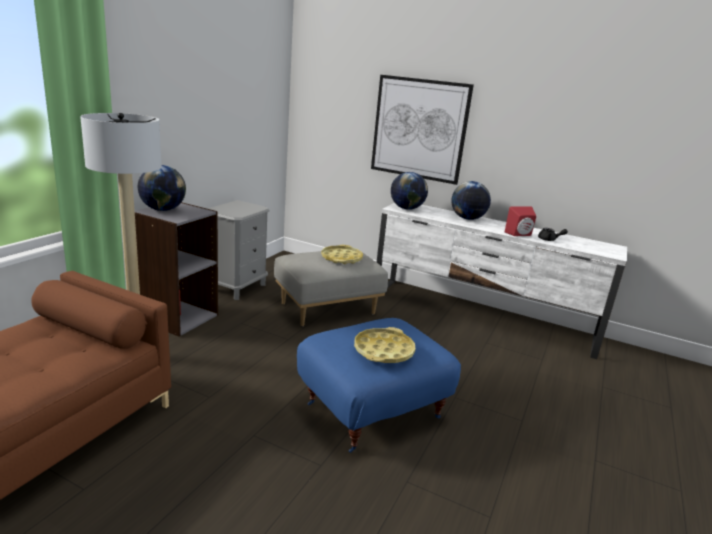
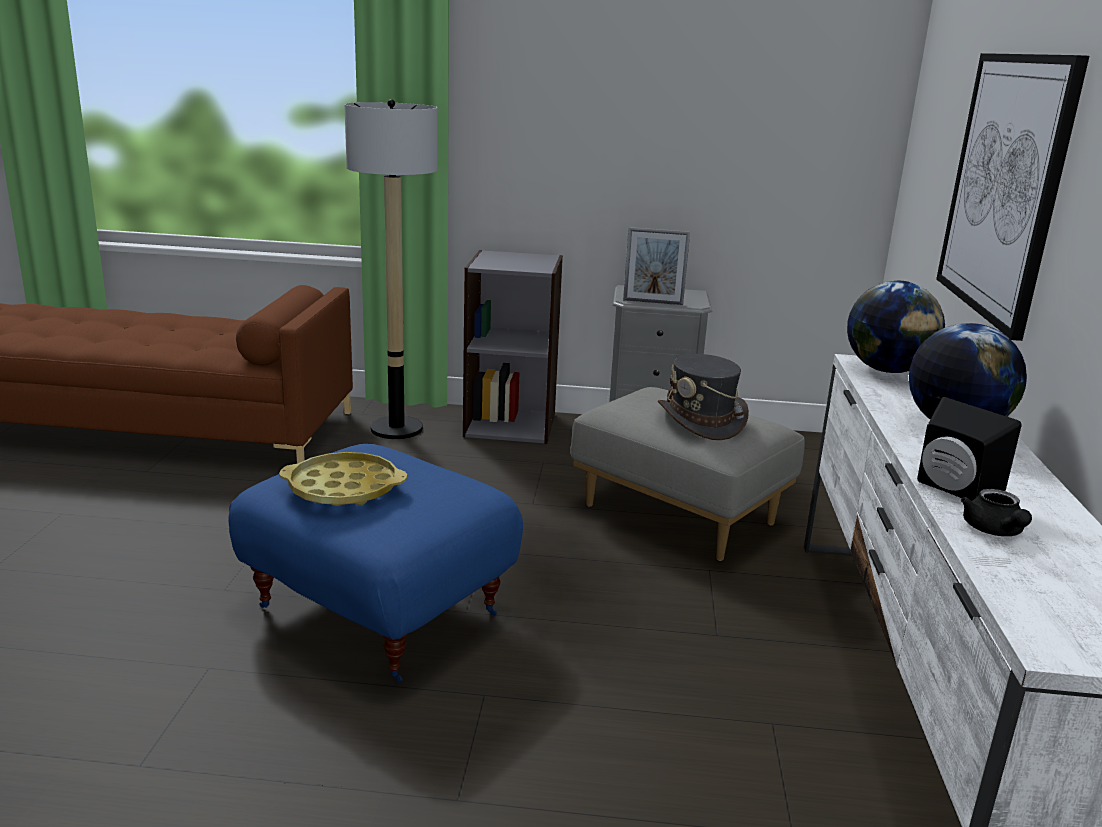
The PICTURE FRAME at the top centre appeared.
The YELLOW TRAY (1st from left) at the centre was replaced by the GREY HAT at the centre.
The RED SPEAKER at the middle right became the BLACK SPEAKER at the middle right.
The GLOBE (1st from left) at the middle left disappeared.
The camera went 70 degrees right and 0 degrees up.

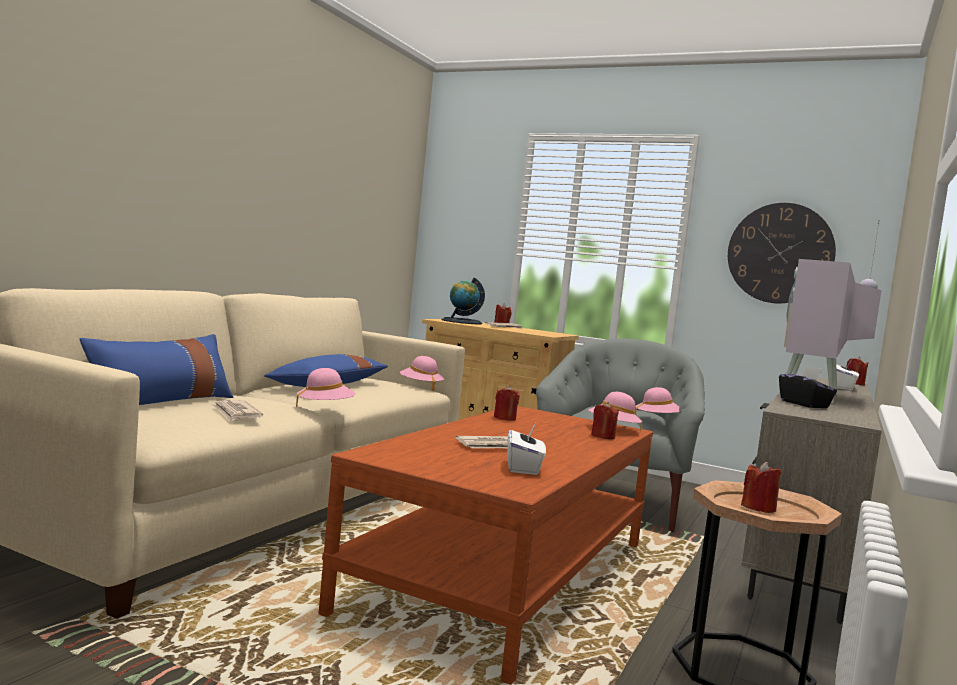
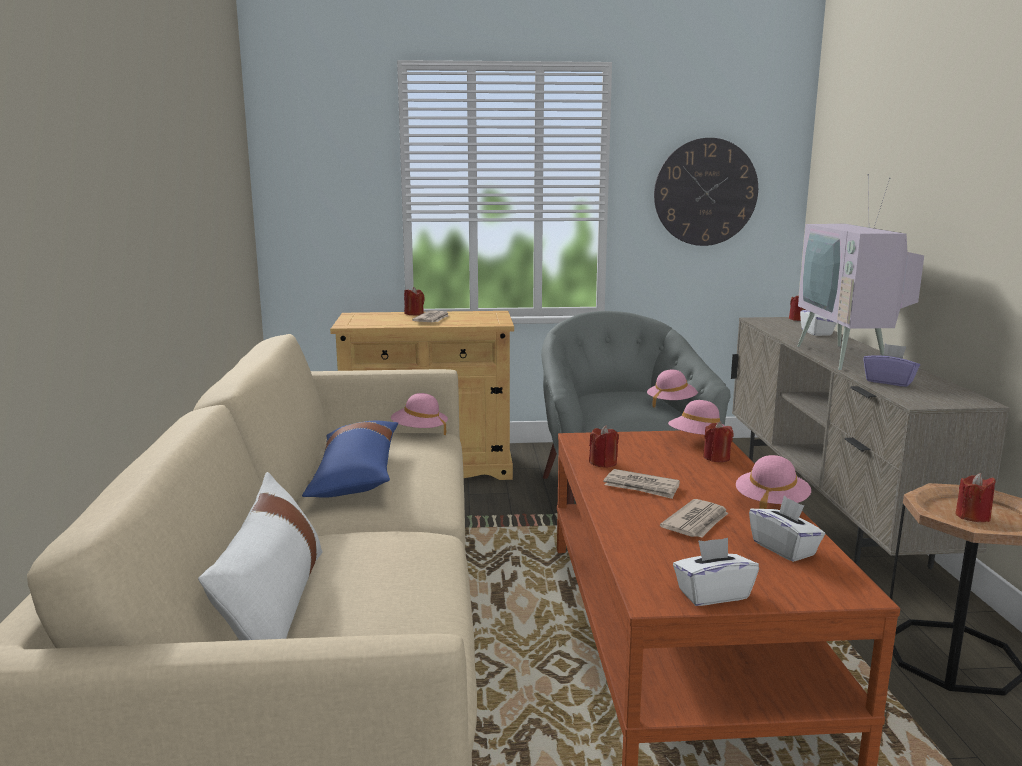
The BLUE PILLOW (1st from left) at the middle left became the WHITE PILLOW at the bottom left.
The NEWSPAPER (1st from left in the first image) moved from the middle left to the centre.
The WHITE TISSUE BOX (1st from left) at the bottom right appeared.
The PINK HAT (1st from left in the first image) moved from the centre to the middle right.
The BLACK TISSUE BOX at the middle right became the PURPLE TISSUE BOX at the middle right.
The GLOBE at the centre disappeared.
The camera went 30 degrees left and 10 degrees up.

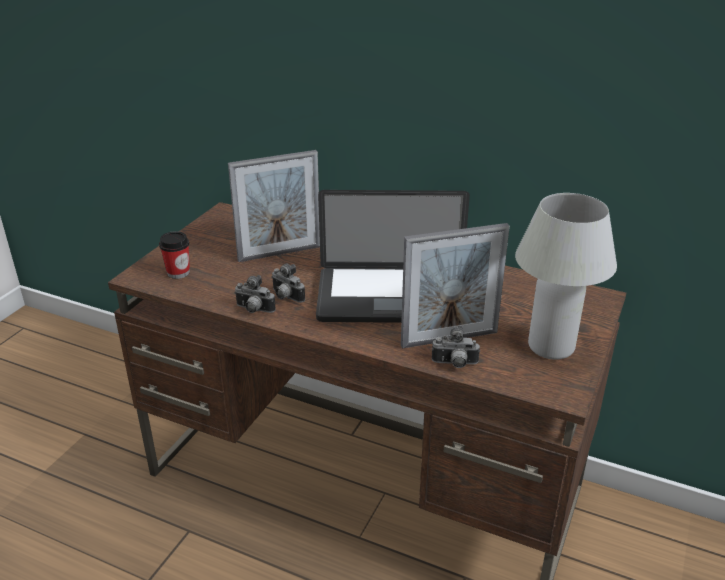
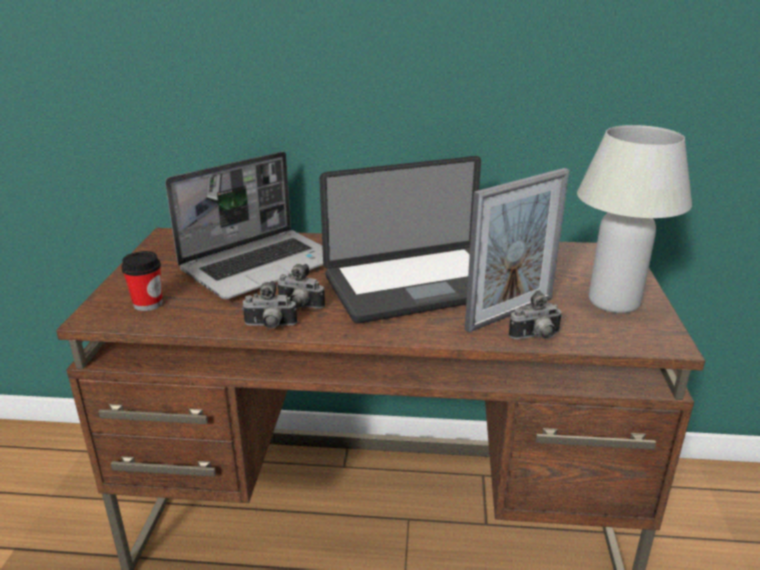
The PICTURE FRAME (1st from left) at the centre was replaced by the LAPTOP (1st from left) at the middle left.
The camera went 20 degrees left and 5 degrees down.

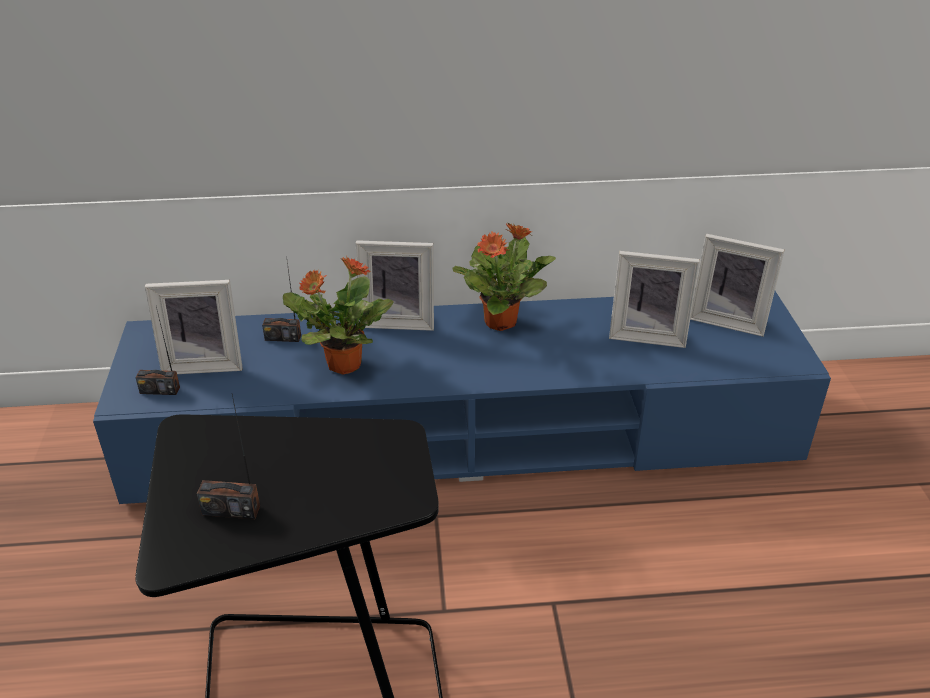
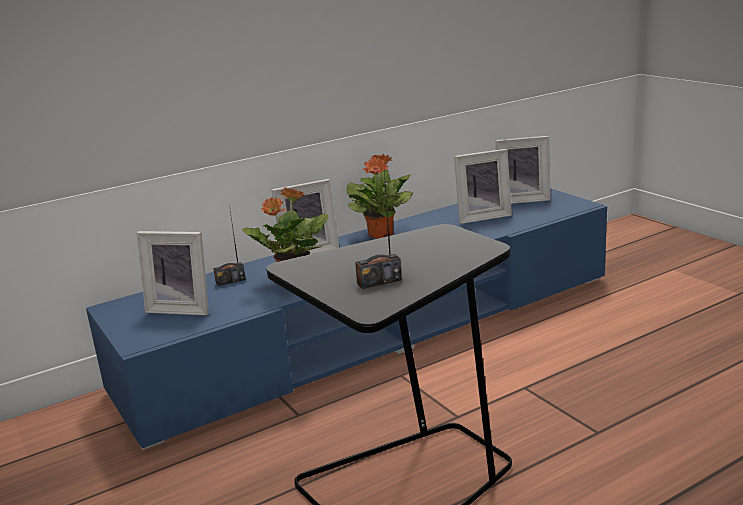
The PICTURE FRAME (1st from left) at the middle left turned 45 degrees clockwise.
The RADIO (1st from left) at the middle left disappeared.
The camera went 25 degrees left and 15 degrees down.

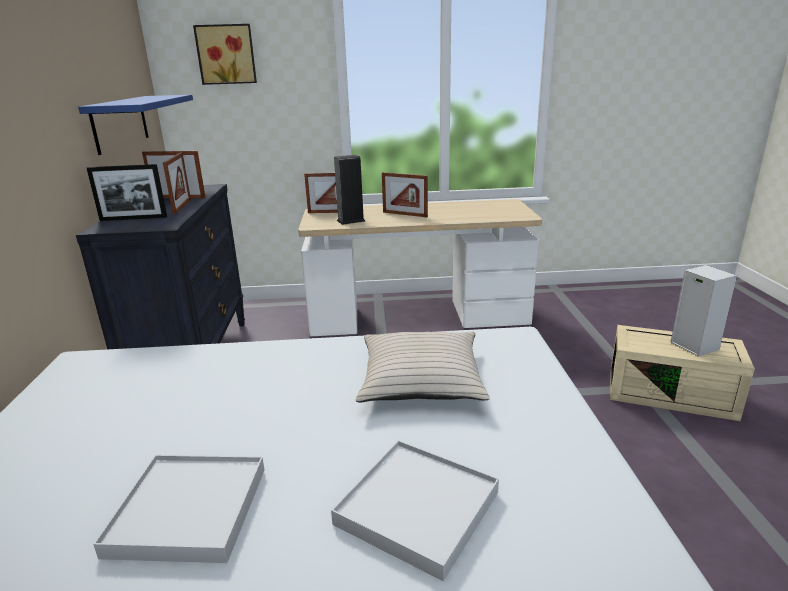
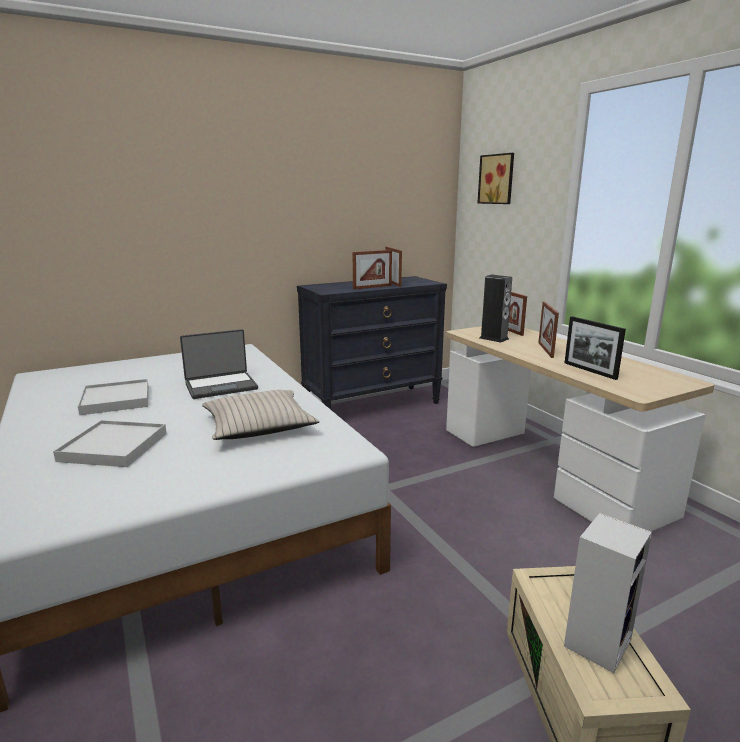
The LAPTOP at the middle left appeared.
The PICTURE FRAME (1st from left in the first image) moved from the top left to the middle right.
The BLUE SHELF at the top left disappeared.
The camera went 65 degrees right and 5 degrees down.

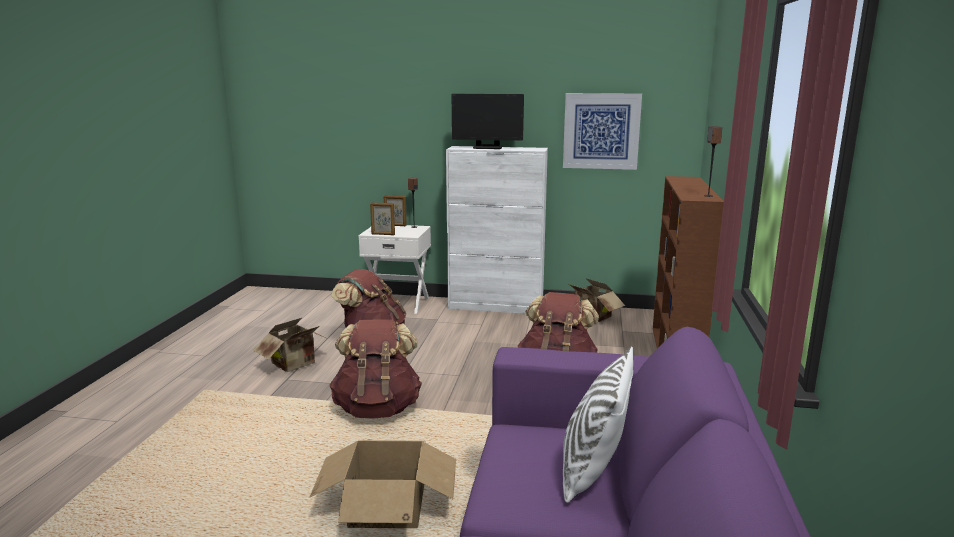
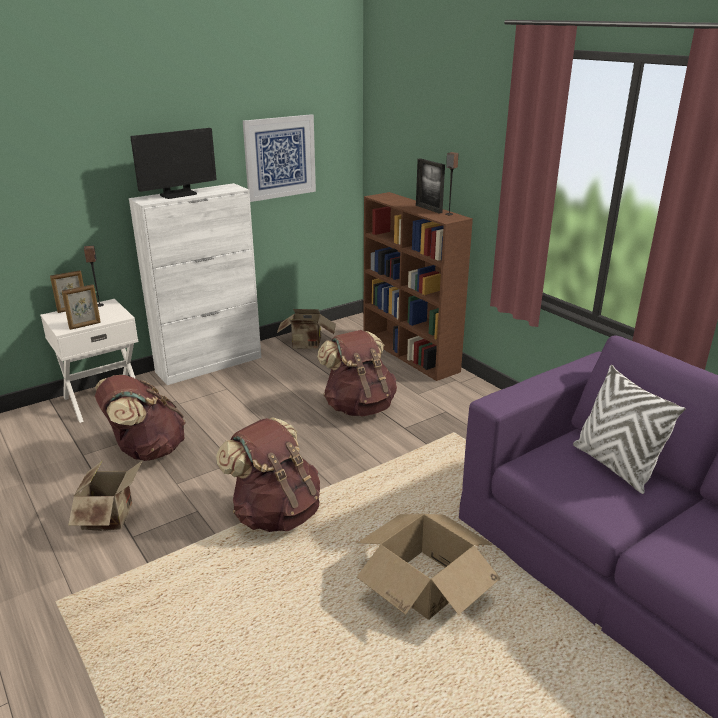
The PICTURE FRAME (3rd from left) at the top centre appeared.
The camera went 45 degrees left and 10 degrees up.

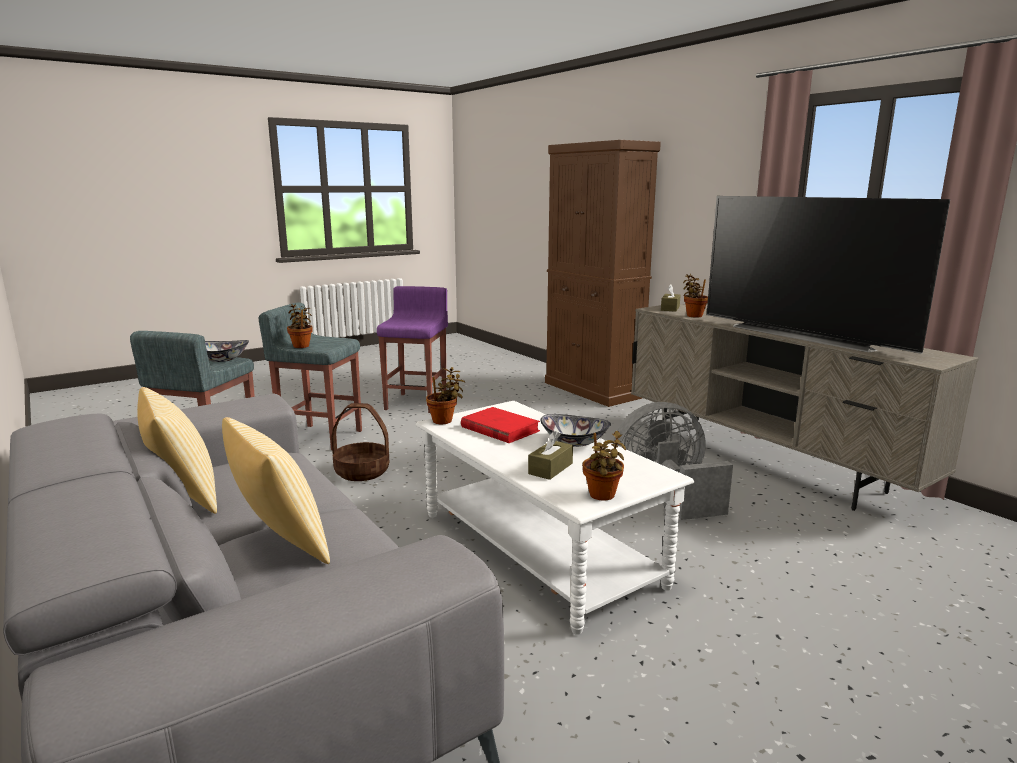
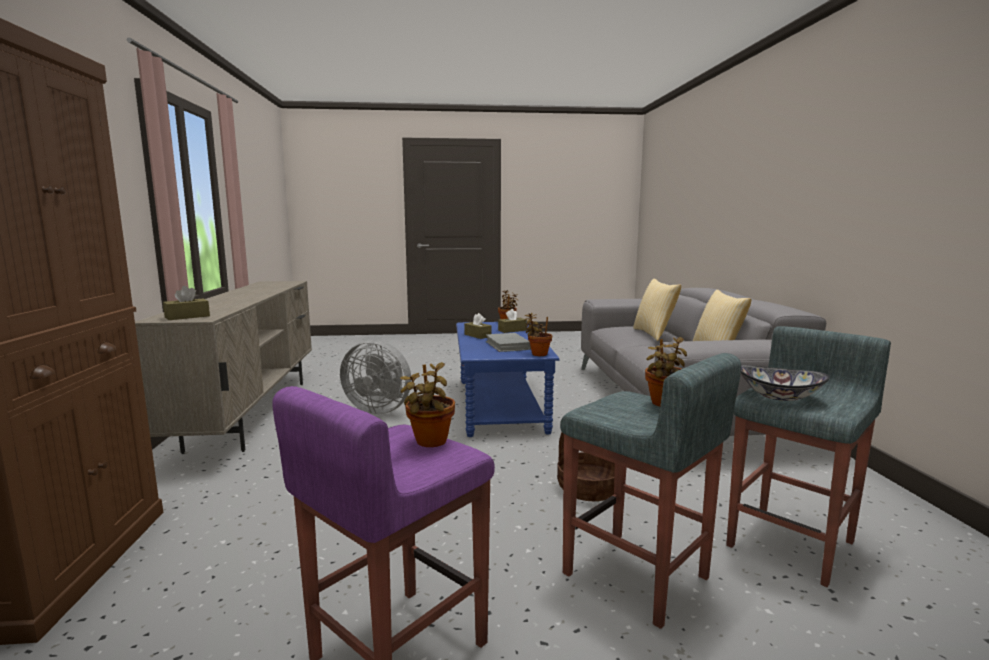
The POTTED PLANT (4th from left in the first image) moved from the middle right to the centre.
The WHITE COFFEE TABLE at the bottom centre became the BLUE COFFEE TABLE at the centre.
The BOWL (2nd from left) at the centre was replaced by the BROWN TISSUE BOX (2nd from left) at the centre.
The RED BOOK at the centre became the GREY BOOK at the centre.
The TELEVISION at the middle right disappeared.
The camera went 150 degrees left and 5 degrees down.

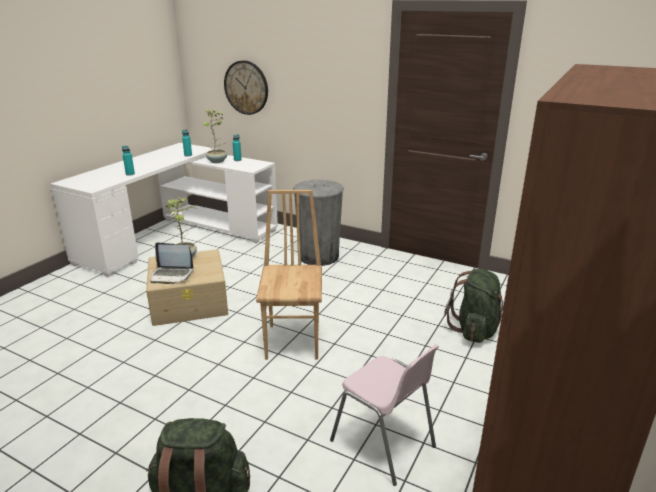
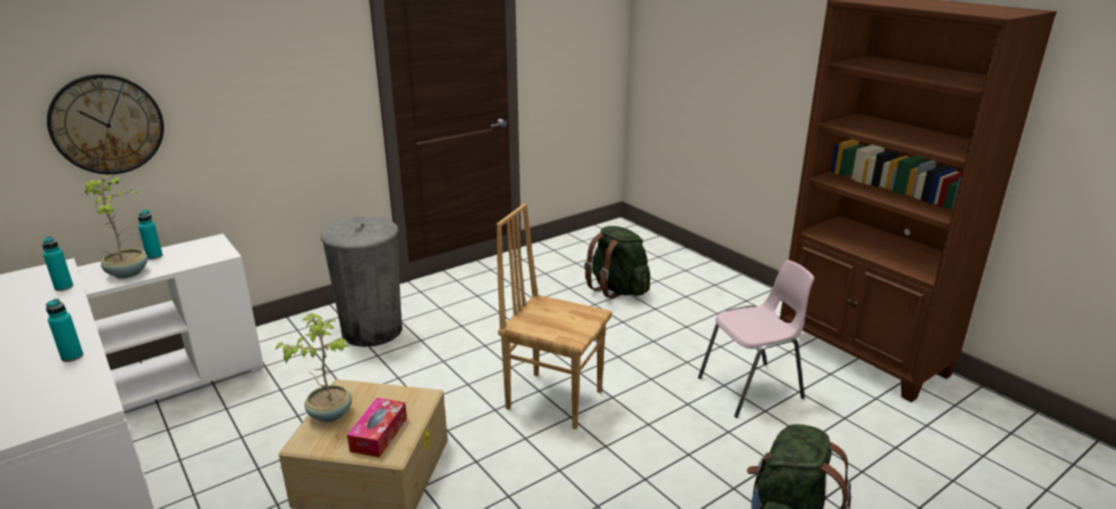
The LAPTOP at the middle left was replaced by the TISSUE BOX at the bottom centre.
The camera went 65 degrees left and 0 degrees up.

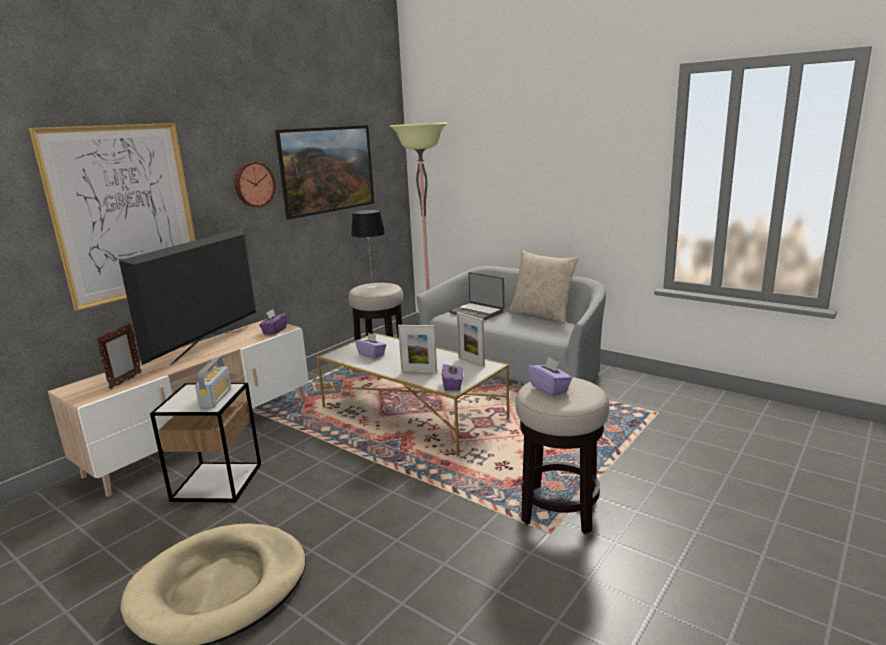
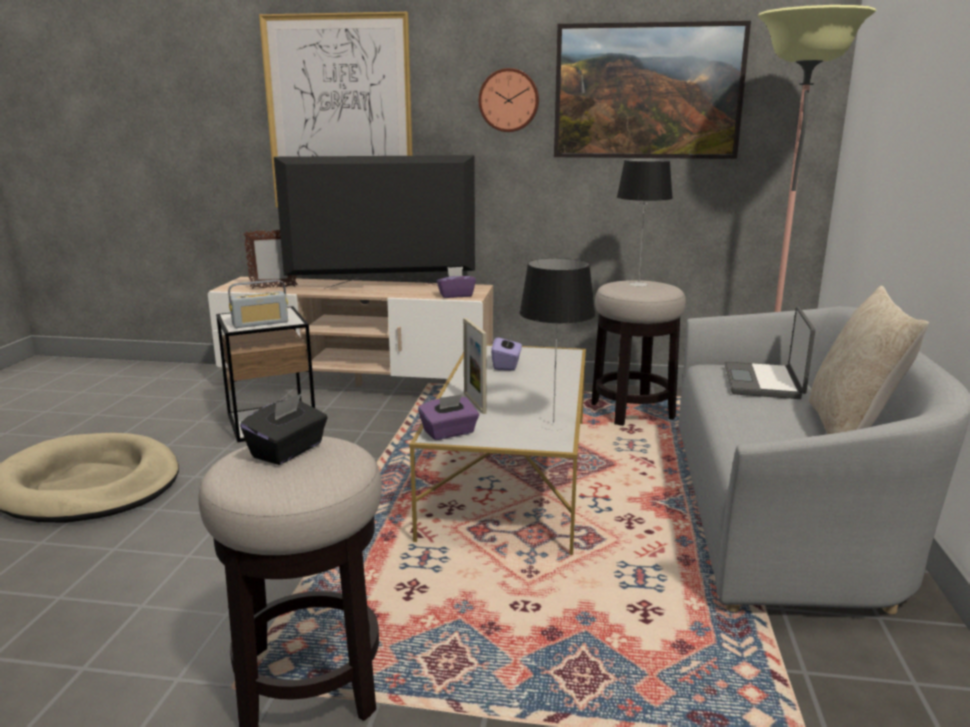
The PURPLE TISSUE BOX (4th from left) at the centre became the BLACK TISSUE BOX at the middle left.
The PICTURE FRAME (3rd from left) at the centre was replaced by the TABLE LAMP (1st from left) at the centre.
The camera went 60 degrees right and 0 degrees up.

